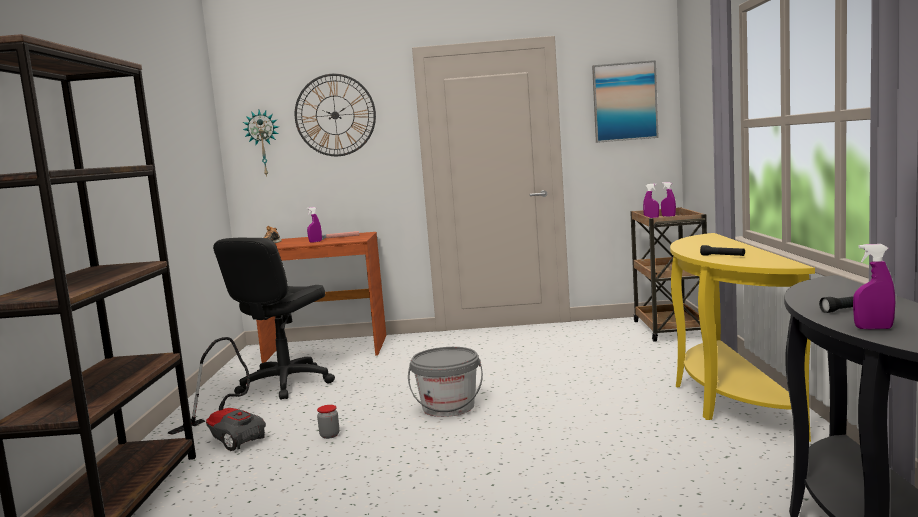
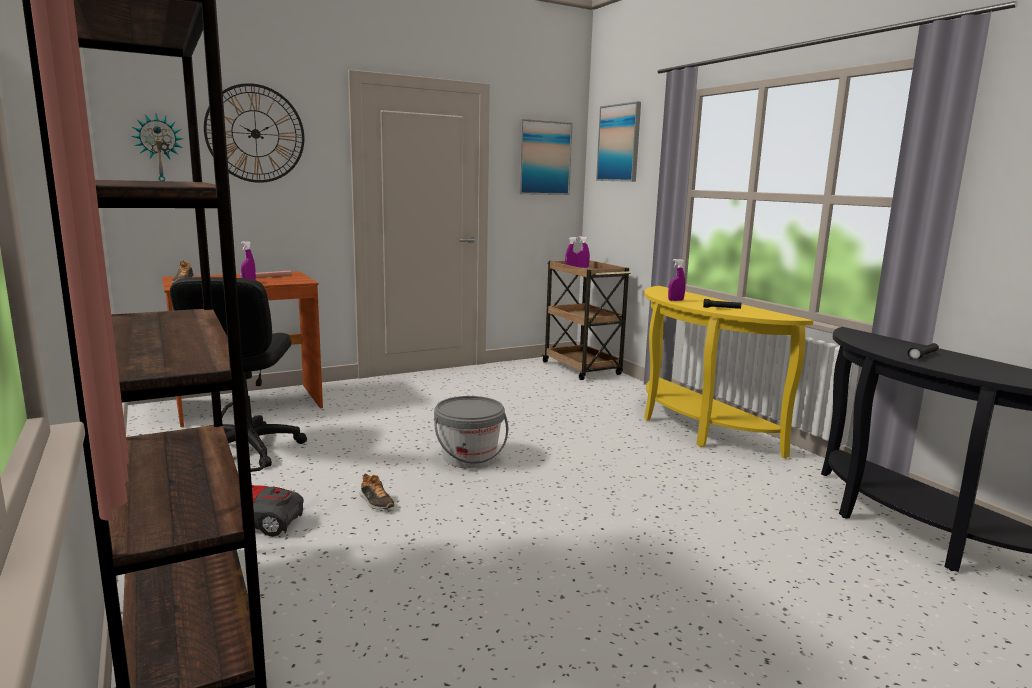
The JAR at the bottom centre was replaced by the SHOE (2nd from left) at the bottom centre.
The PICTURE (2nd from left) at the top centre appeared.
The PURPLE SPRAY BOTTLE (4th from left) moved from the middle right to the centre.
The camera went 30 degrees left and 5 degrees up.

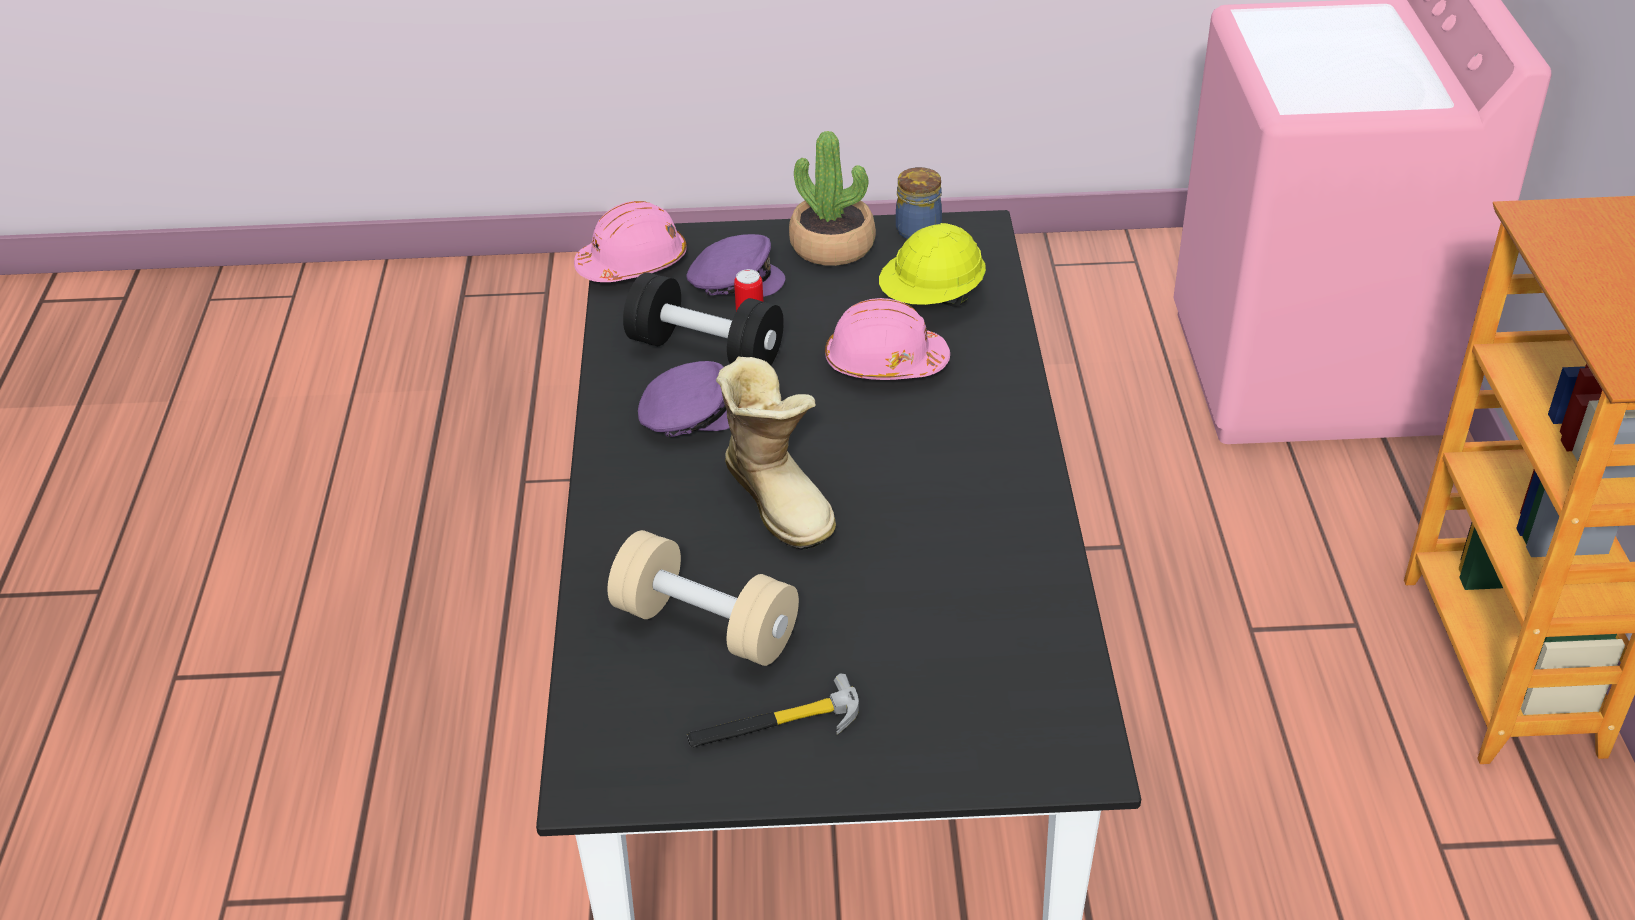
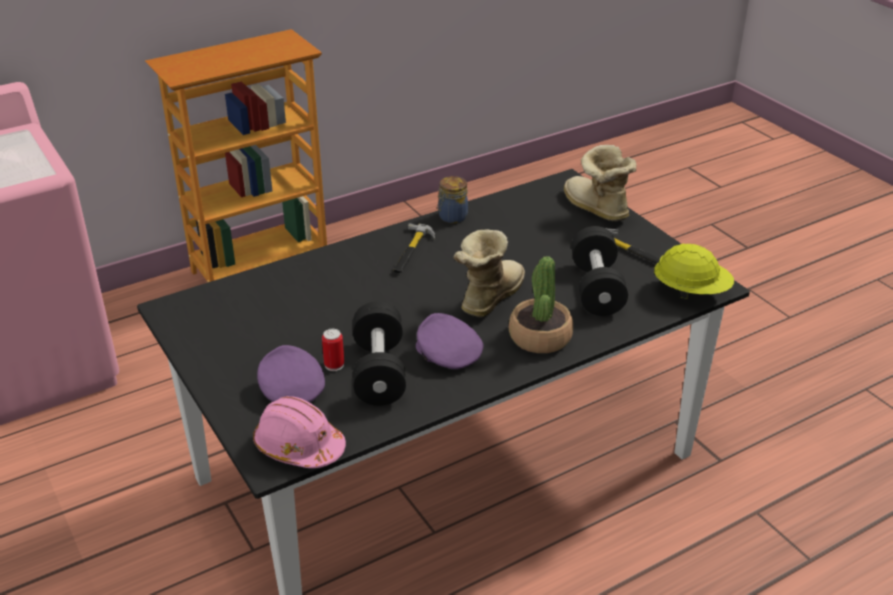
The HAMMER (1st from left) at the centre appeared.
The JAR moved from the top centre to the centre.
The POTTED PLANT moved from the top centre to the centre.
The BOOT (2nd from left) at the top right appeared.
The BEIGE DUMBBELL at the centre became the BLACK DUMBBELL (2nd from left) at the middle right.
The YELLOW HARD HAT moved from the top centre to the middle right.
The PINK HARD HAT (2nd from left) at the centre disappeared.
The camera went 120 degrees left and 5 degrees down.

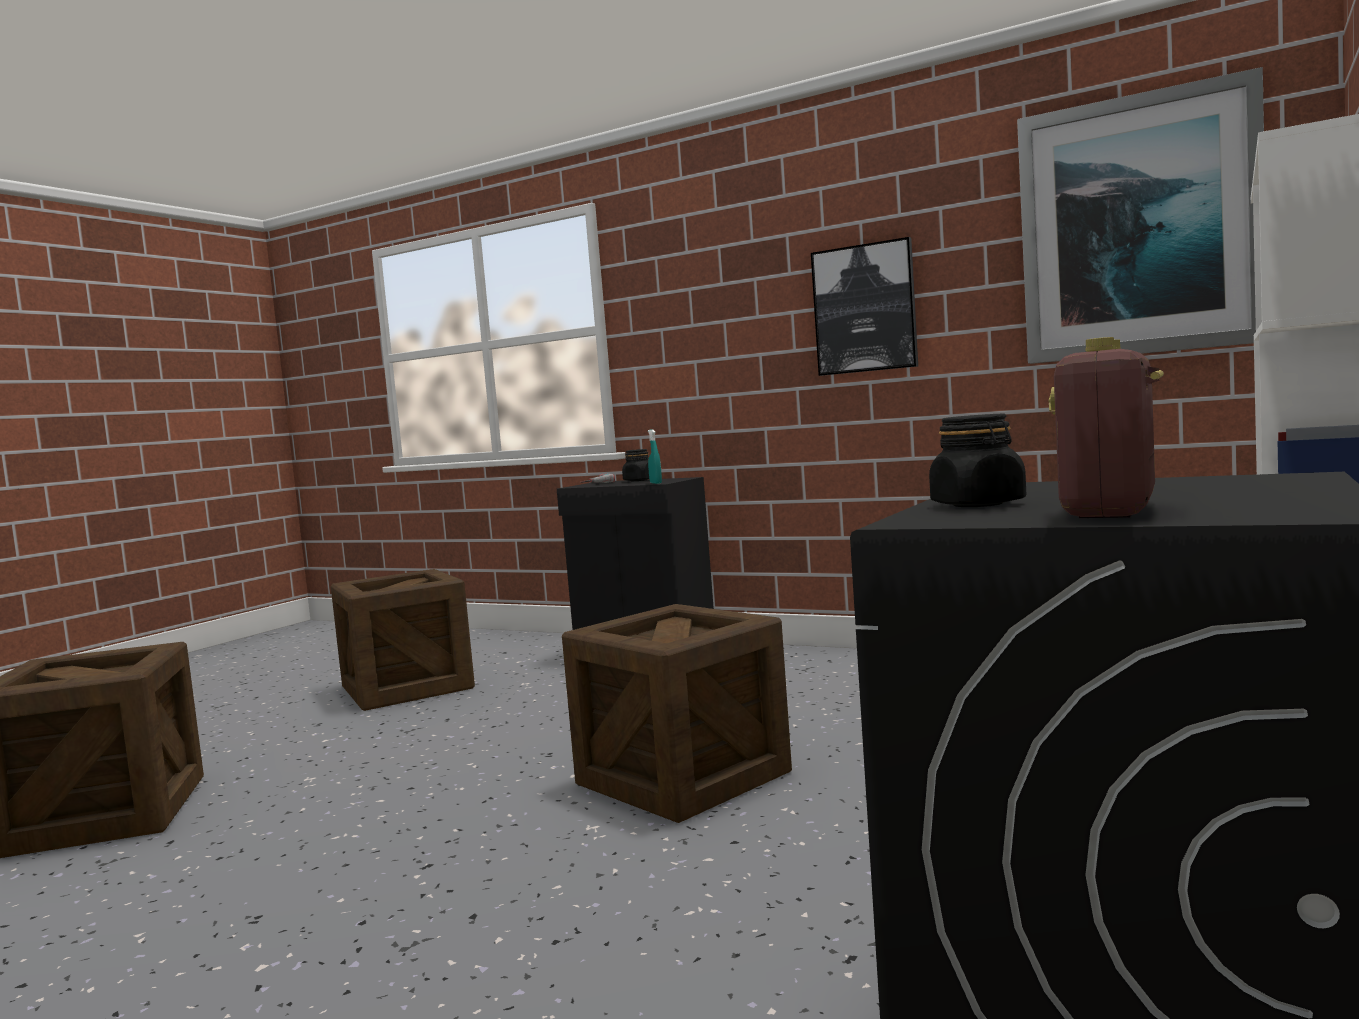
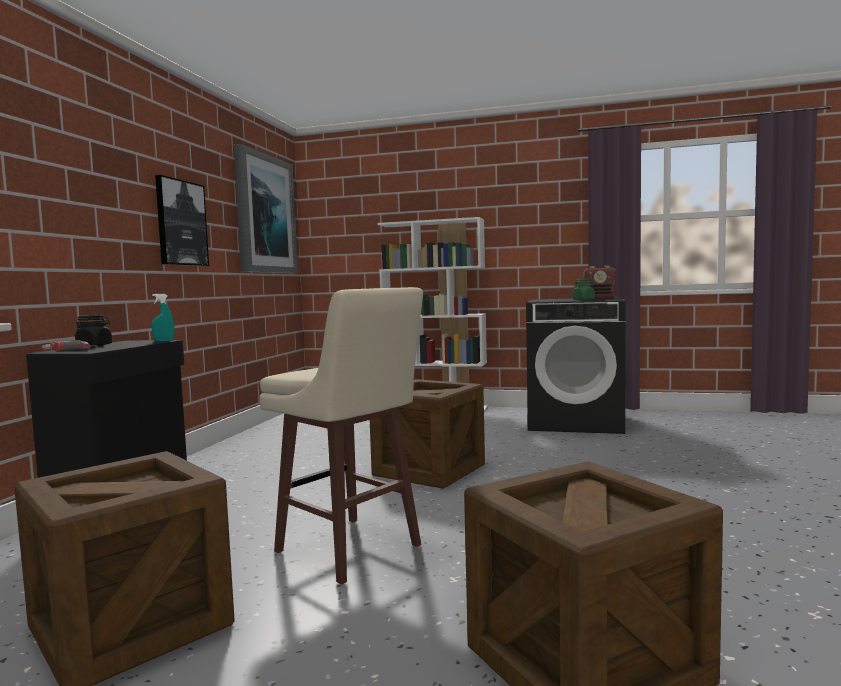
The BEIGE STOOL at the centre appeared.
The BLACK JAR (2nd from left) at the middle right became the GREEN JAR at the middle right.
The camera went 105 degrees left and 0 degrees up.

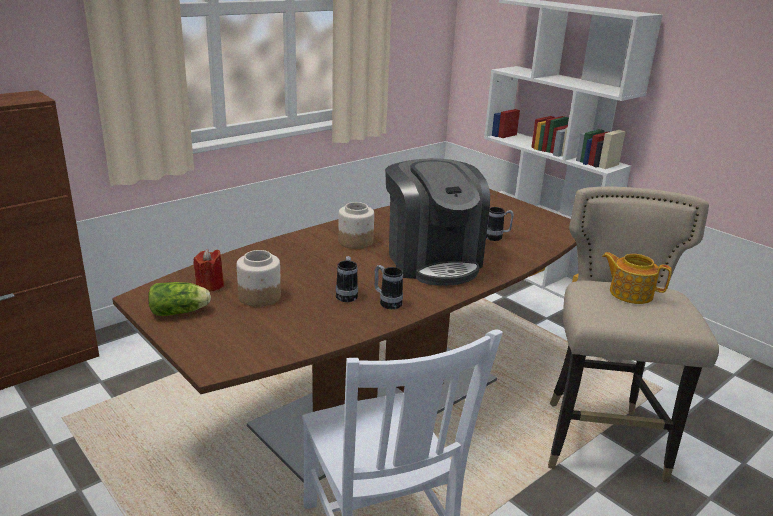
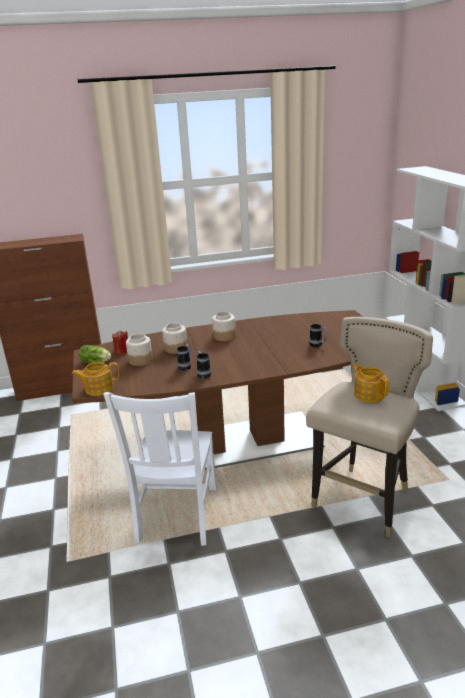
The TEAPOT (1st from left) at the middle left appeared.
The JAR (2nd from left) at the centre appeared.
The COFFEE MACHINE at the centre disappeared.
The camera went 30 degrees right and 0 degrees up.

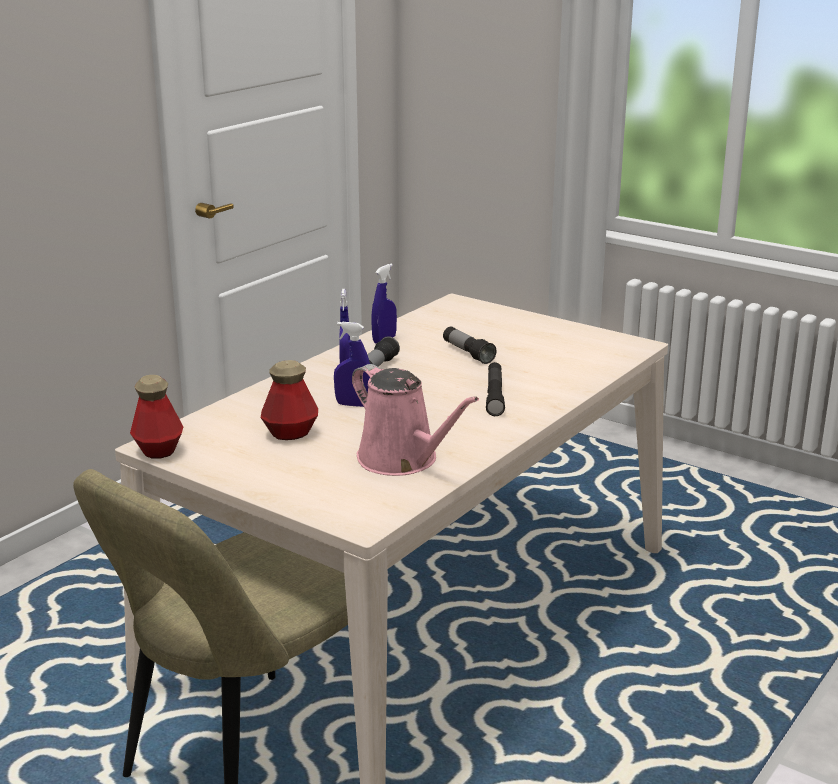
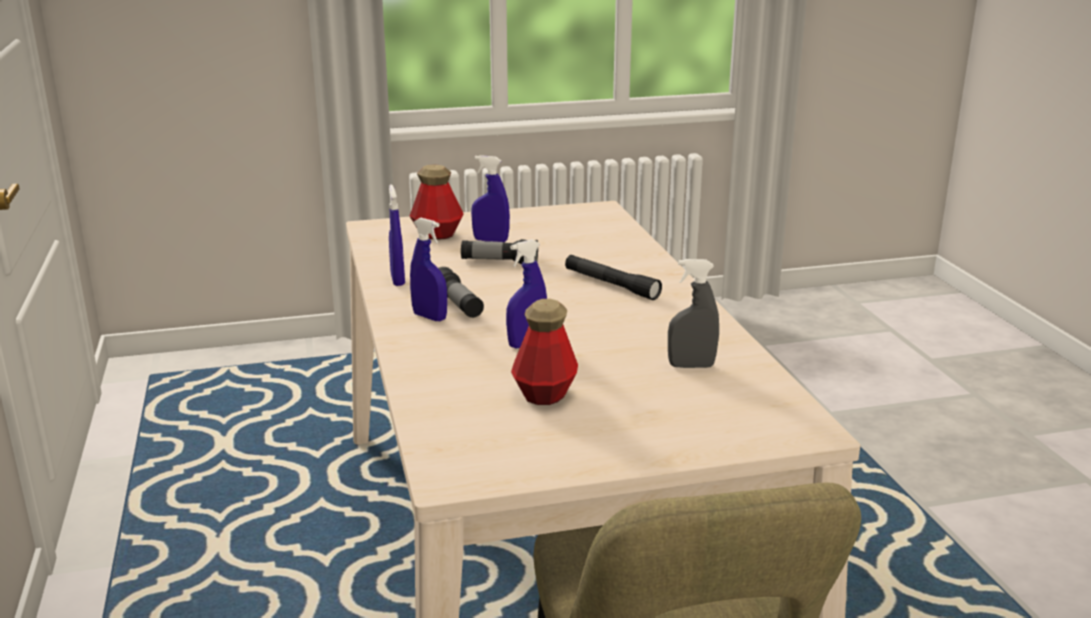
The BOTTLE (1st from left) moved from the middle left to the top centre.
The BLUE SPRAY BOTTLE (3rd from left) at the top centre appeared.
The PINK WATERING CAN at the centre was replaced by the GREY SPRAY BOTTLE at the centre.
The camera went 50 degrees left and 0 degrees up.

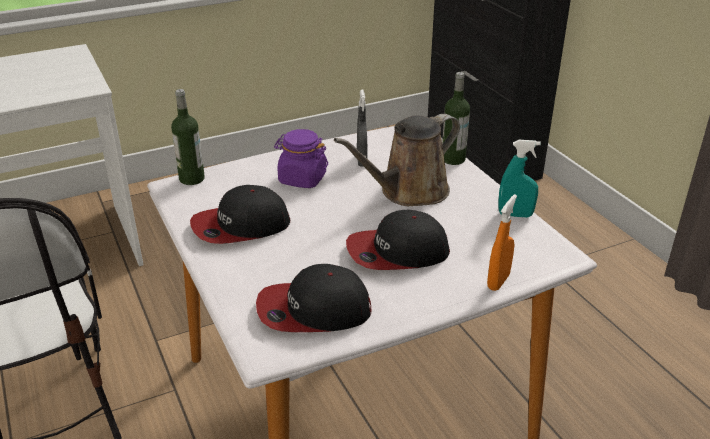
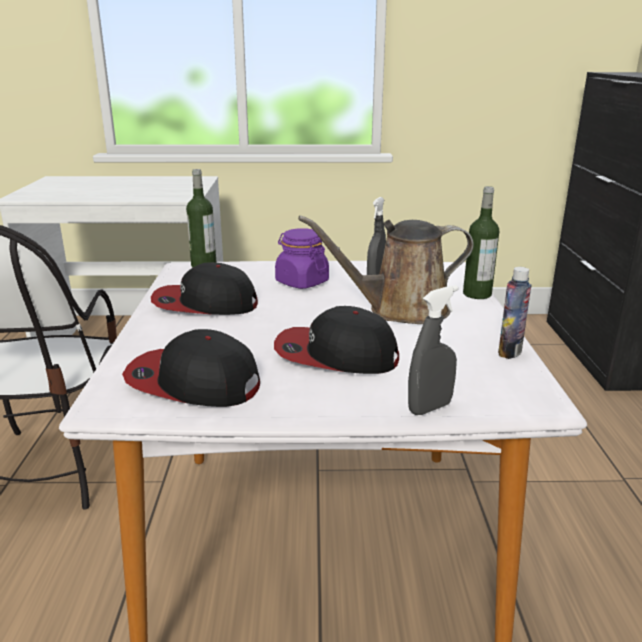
The ORANGE SPRAY BOTTLE at the middle right became the GREY SPRAY BOTTLE (2nd from left) at the middle right.
The TURQUOISE SPRAY BOTTLE at the middle right was replaced by the BOTTLE (3rd from left) at the middle right.
The camera went 25 degrees right and 10 degrees down.

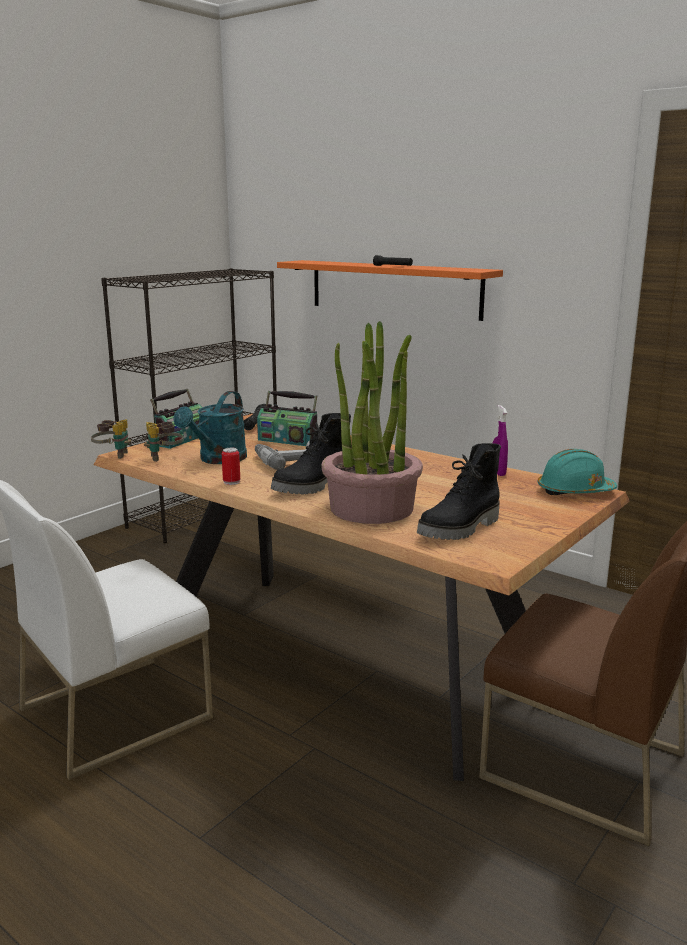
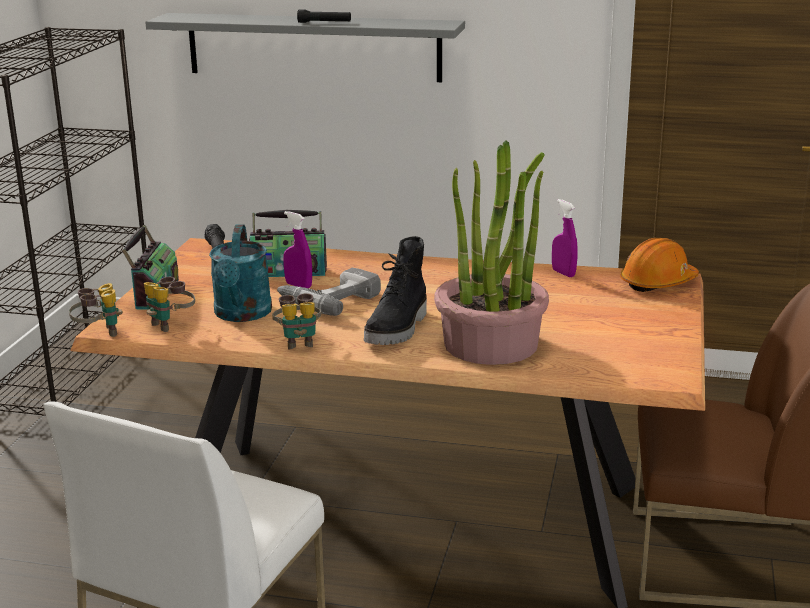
The ORANGE SHELF at the top centre became the GREY SHELF at the top centre.
The CAN at the centre was replaced by the BINOCULARS (3rd from left) at the centre.
The PURPLE SPRAY BOTTLE (1st from left) at the centre appeared.
The TURQUOISE HARD HAT at the middle right became the ORANGE HARD HAT at the middle right.
The BLACK BOOT (2nd from left) at the middle right disappeared.
The camera went 25 degrees left and 5 degrees up.

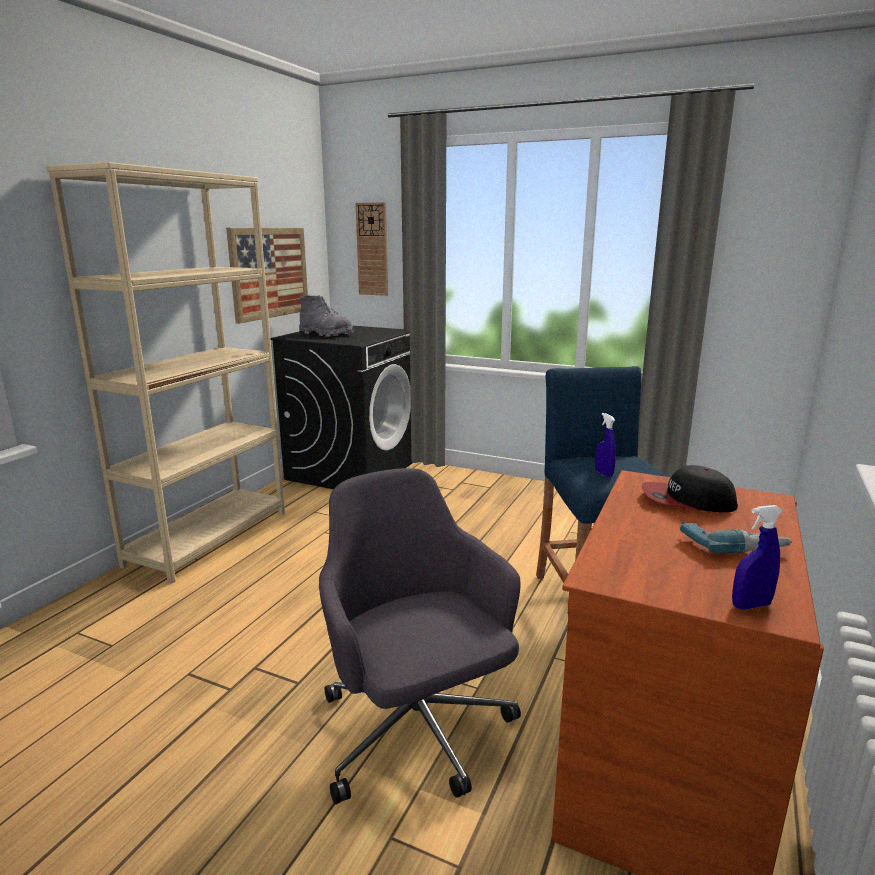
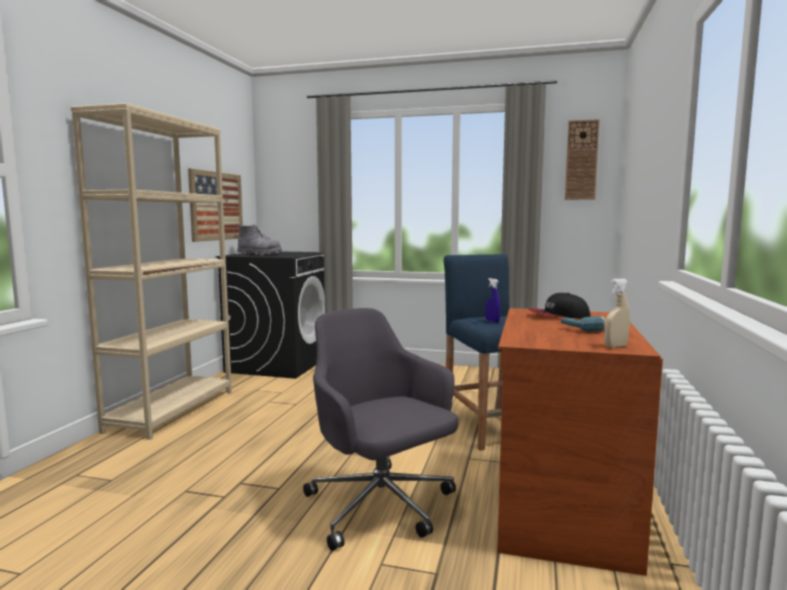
The WALL CLOCK moved from the top centre to the top right.
The BLUE SPRAY BOTTLE (2nd from left) at the middle right became the BEIGE SPRAY BOTTLE at the middle right.
The camera went 10 degrees left and 10 degrees down.

